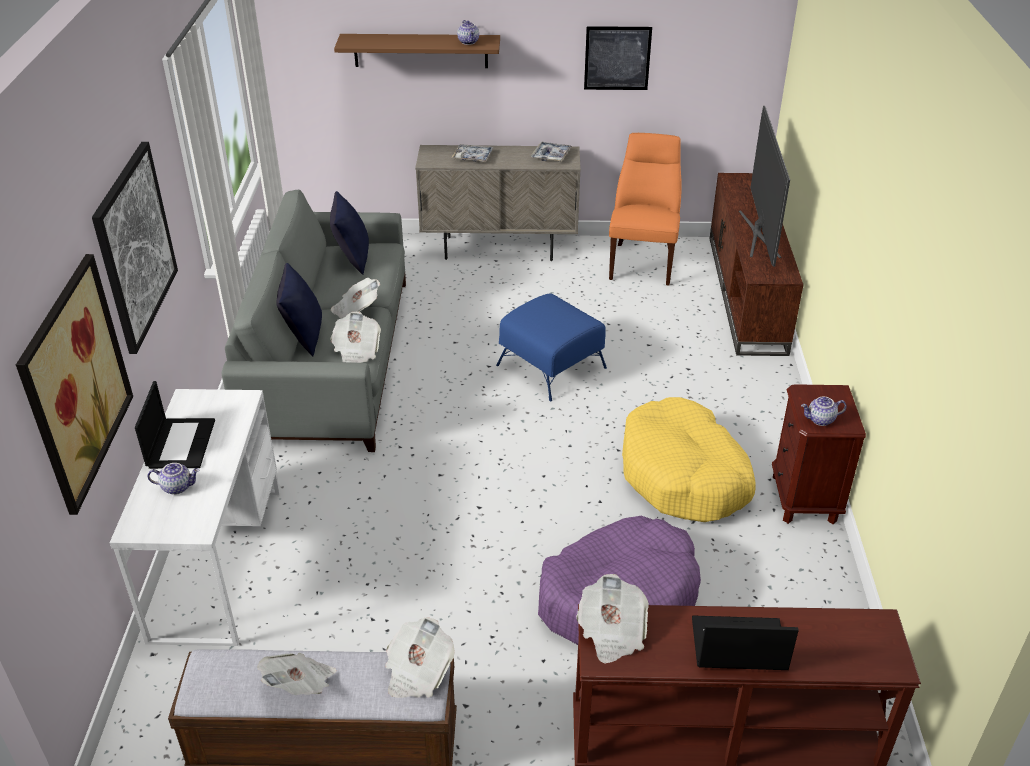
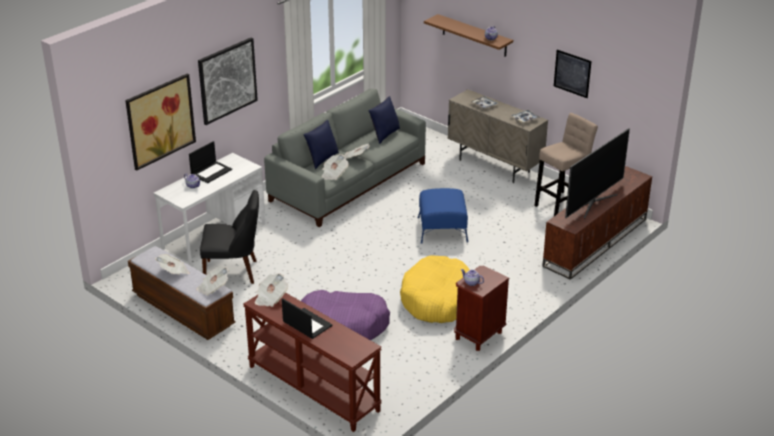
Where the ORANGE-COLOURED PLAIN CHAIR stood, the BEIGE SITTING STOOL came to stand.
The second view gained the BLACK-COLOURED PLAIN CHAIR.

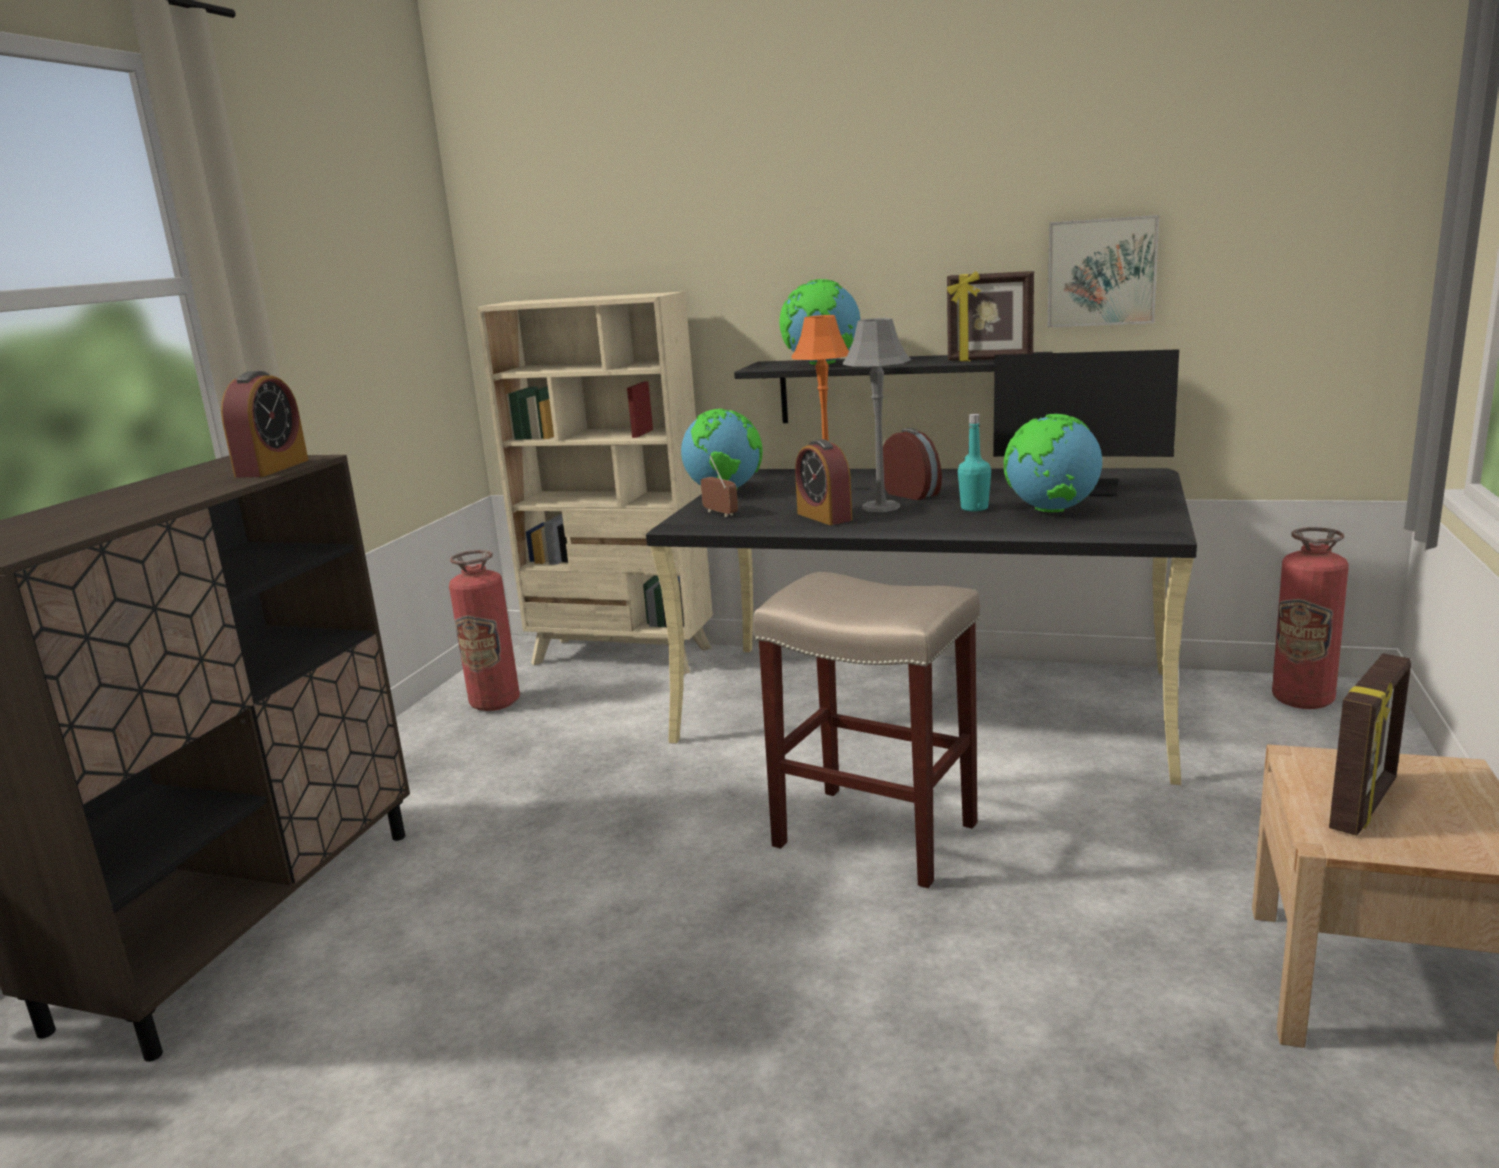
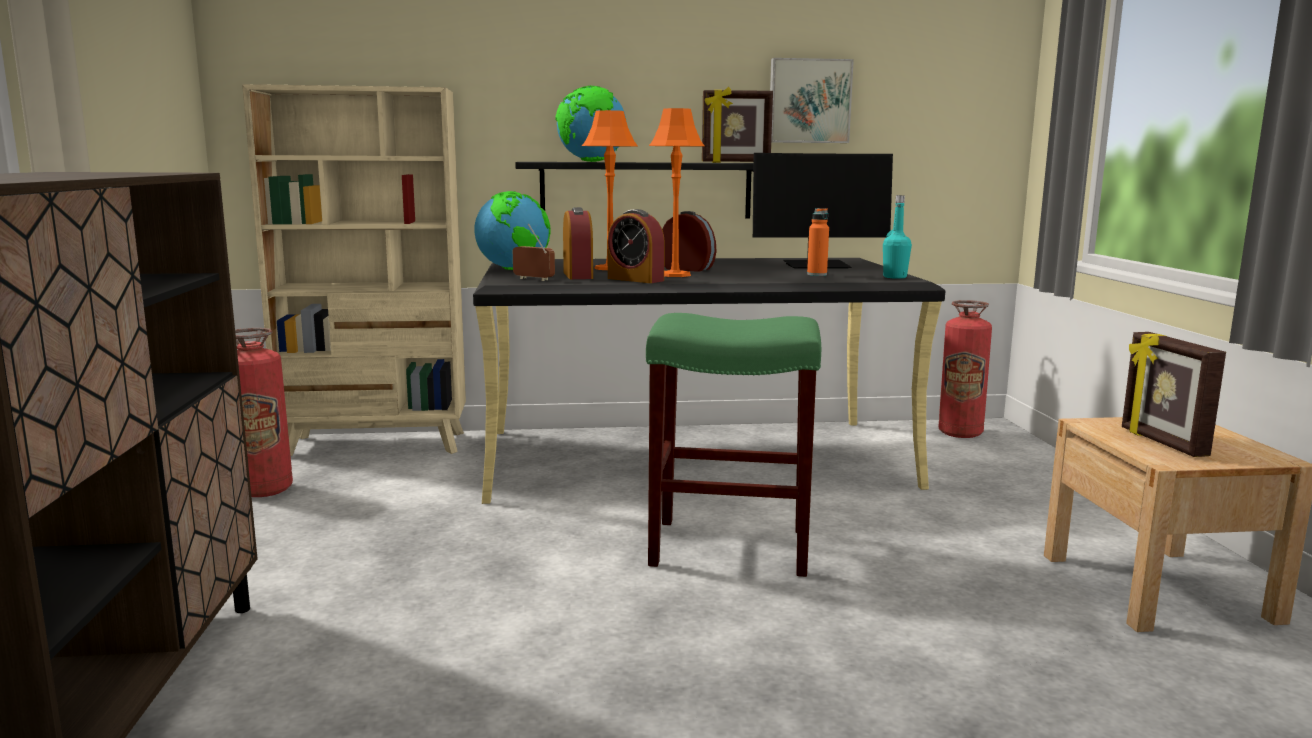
The TABLE CLOCK (no. 1 from left) ended up elsewhere.
What was the BEIGE SITTING STOOL turned into the GREEN-COLOURED SITTING STOOL.
What was the GREY TABLETOP LAMP turned into the ORANGE-COLOURED TABLETOP LAMP (no. 2 from left).
The TURQUOISE-COLOURED BEVERAGE BOTTLE ended up elsewhere.
Where the DESK GLOBE (no. 3 from left) stood, the ORANGE-COLOURED BEVERAGE BOTTLE came to stand.
The PICTURE FRAME (no. 2 from left) ended up facing another way, 150 degrees clockwise from before.

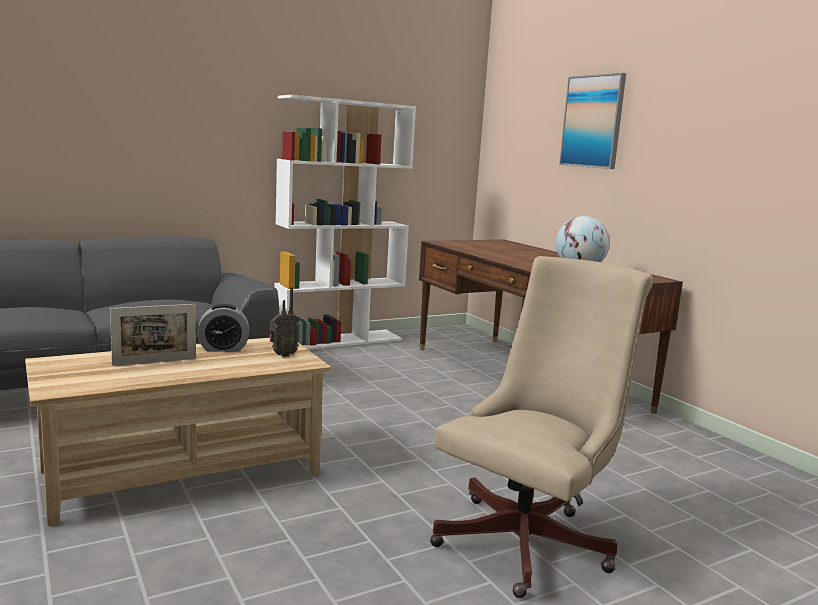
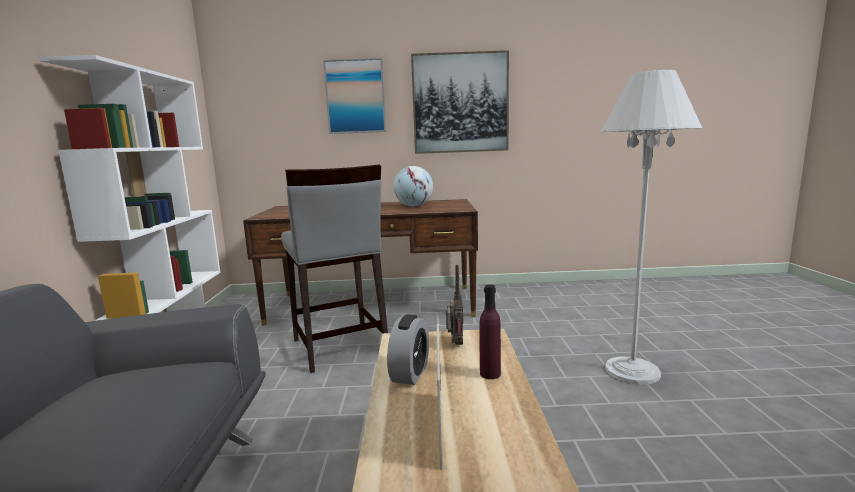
Where the BEIGE OFFICE CHAIR stood, the WHITE FLOOR LAMP came to stand.
The second view gained the GREY SITTING STOOL.
The second view gained the PICTURE (no. 2 from left).
The second view gained the PURPLE BEVERAGE BOTTLE.

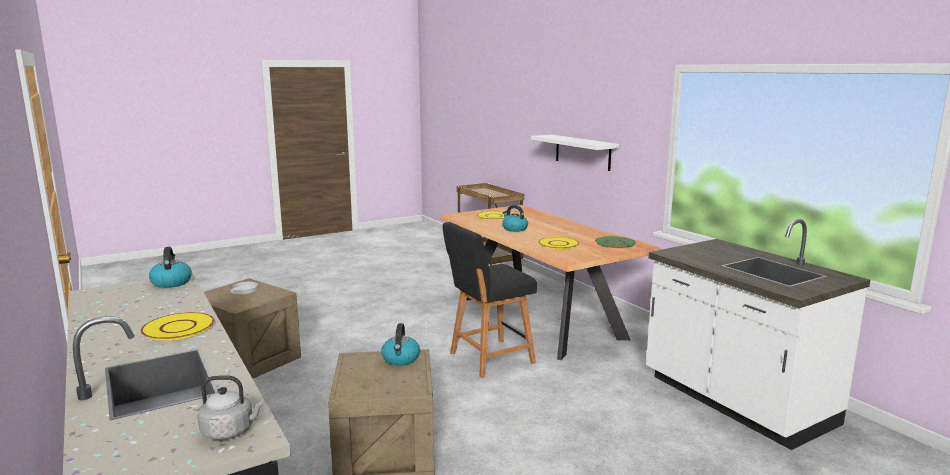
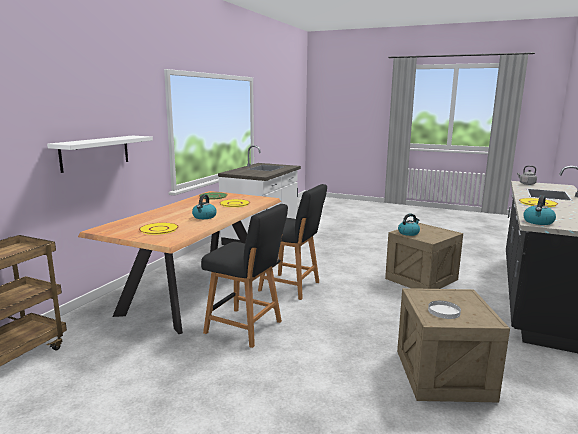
The second view gained the BLACK-COLOURED SITTING STOOL (no. 1 from left).

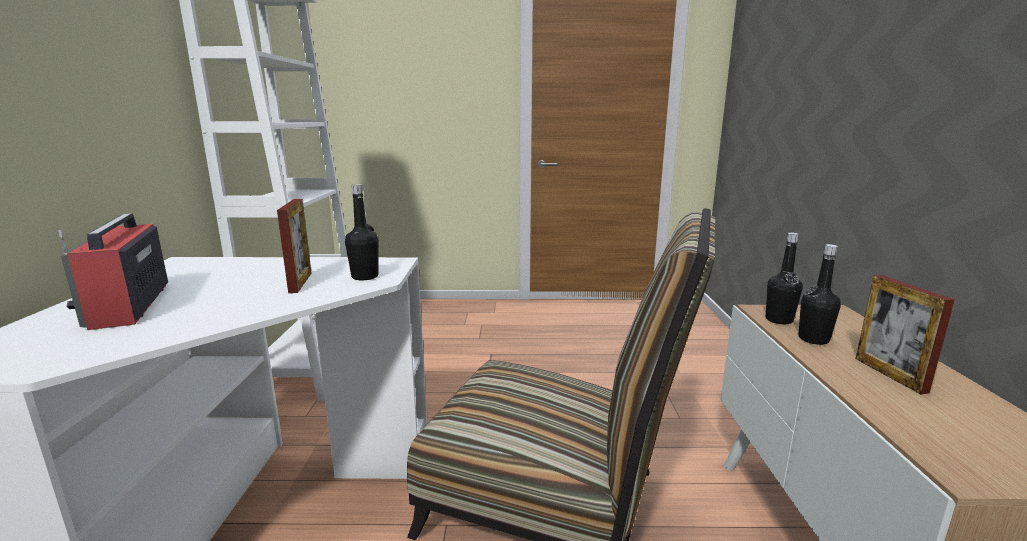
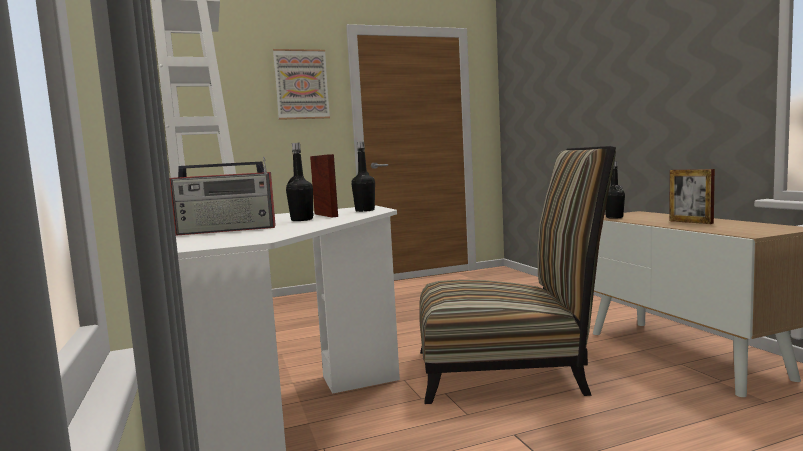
The RADIO SET ended up facing another way, 60 degrees counterclockwise from before.
The BLACK-COLOURED BEVERAGE BOTTLE (no. 3 from left in the first image) ended up elsewhere.
The second view gained the PICTURE.

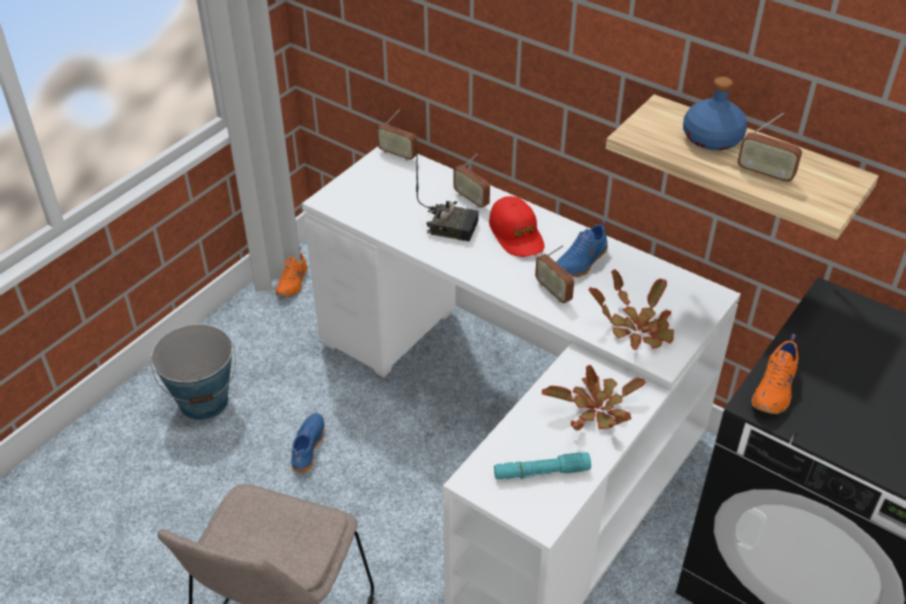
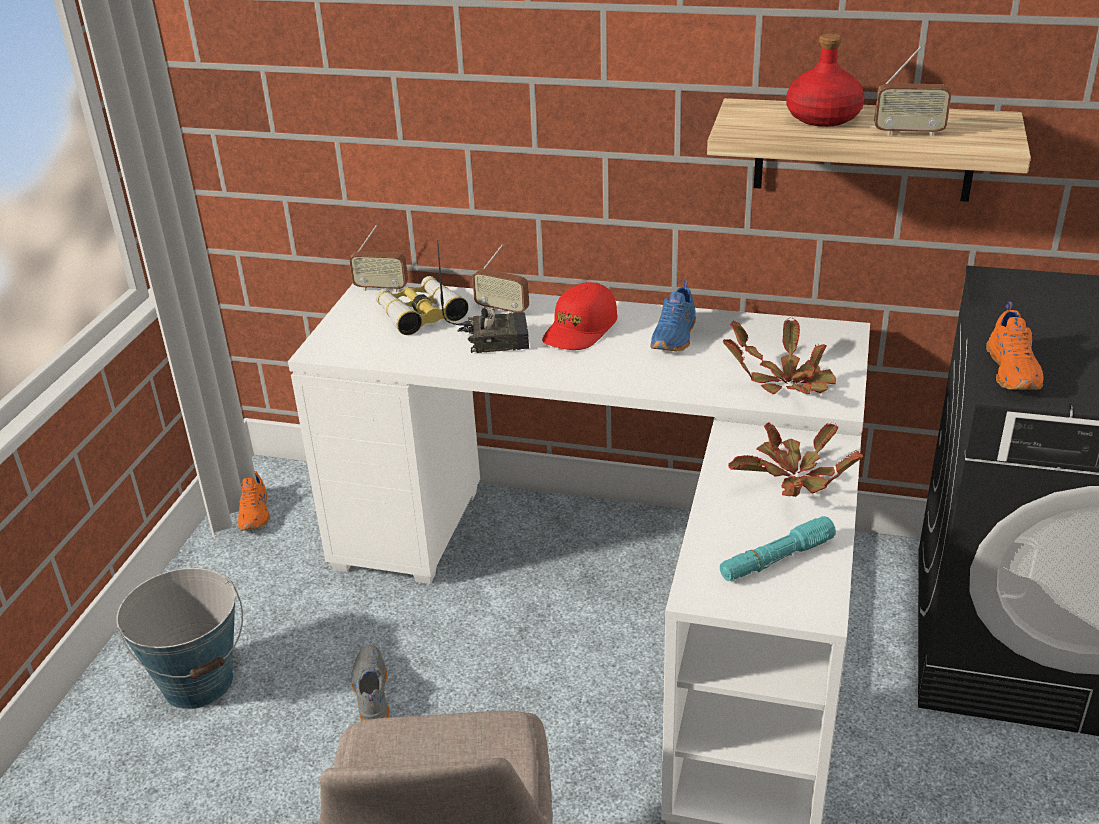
What was the BLUISH SHOE (no. 1 from left) turned into the GREY SHOE.
The REDDISH CAP ended up facing another way, 75 degrees clockwise from before.
The second view lost the RADIO SET (no. 4 from left).
What was the BLUISH BEVERAGE BOTTLE turned into the REDDISH BEVERAGE BOTTLE.
The second view gained the PAIR OF BINOCULARS.

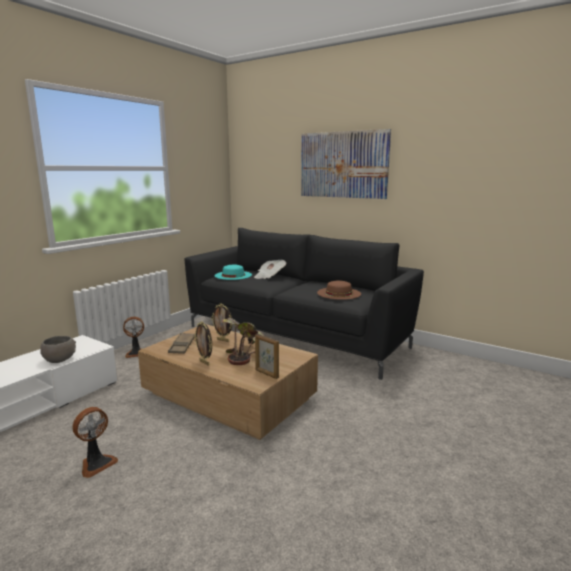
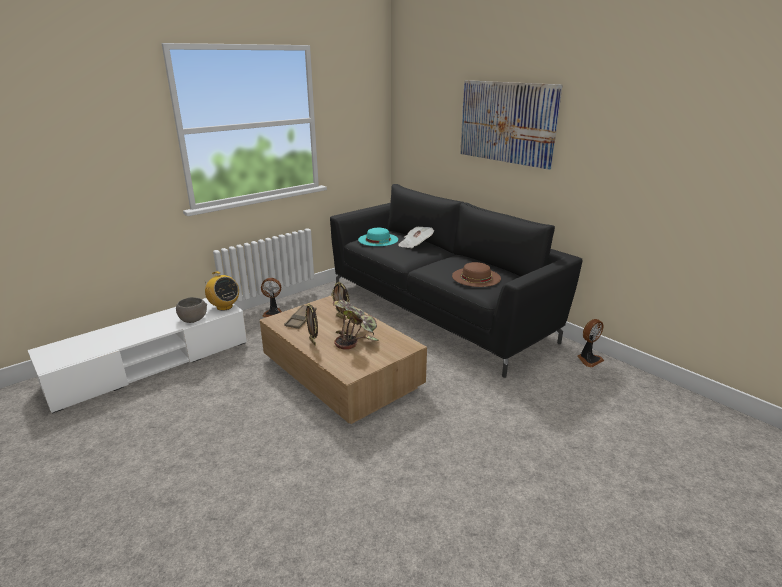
The FAN (no. 1 from left in the first image) ended up elsewhere.
The second view lost the PICTURE FRAME (no. 3 from left).
The second view gained the RADIO SET.

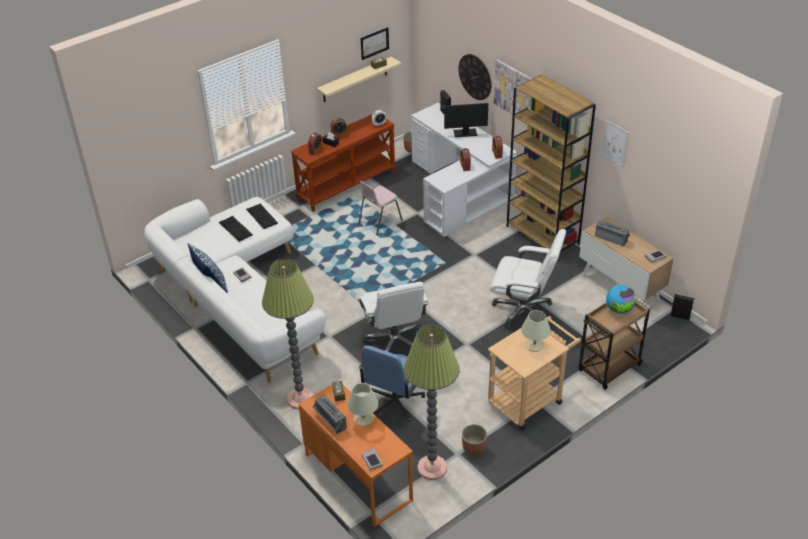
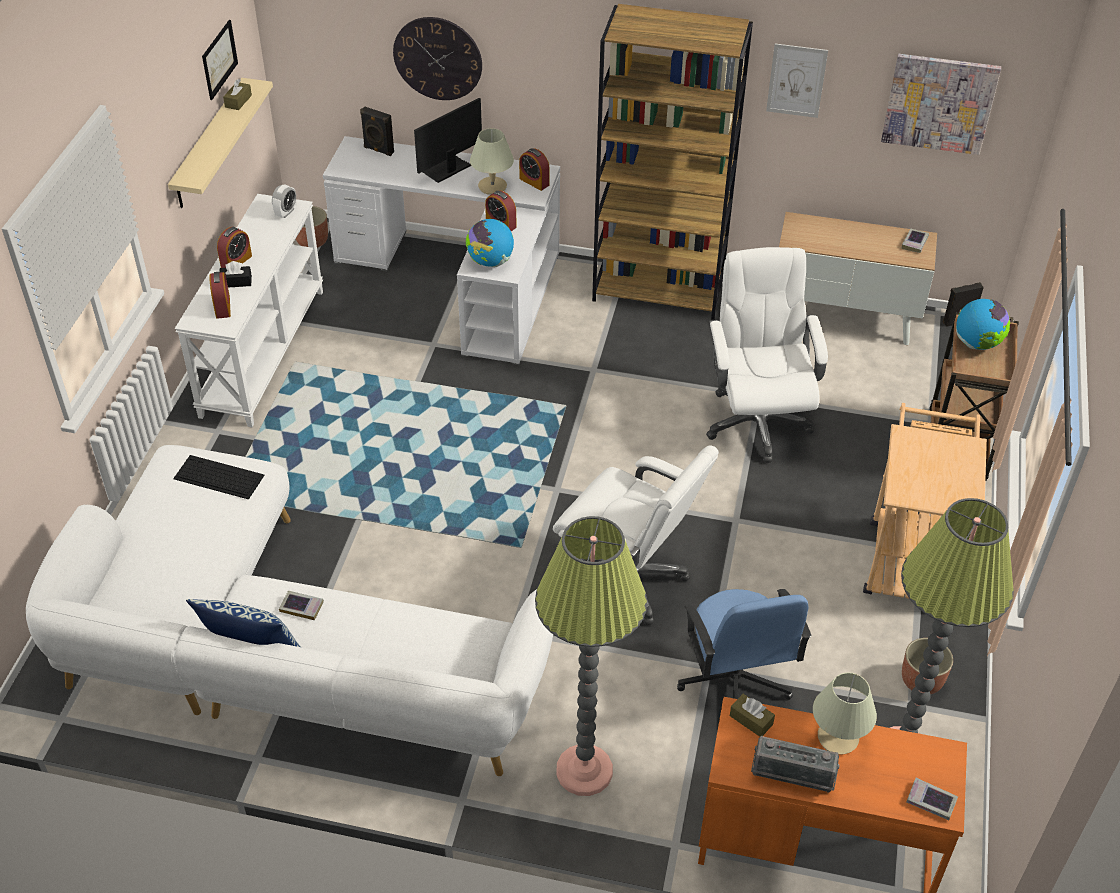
The second view lost the PC KEYBOARD (no. 1 from left).
What was the BROWN-COLOURED NARROW TABLE turned into the WHITE NARROW TABLE.
The second view lost the PINKISH PLAIN CHAIR.
The WHITE OFFICE CHAIR (no. 2 from left) ended up facing another way, 75 degrees counterclockwise from before.
The PICTURE (no. 2 from left in the first image) ended up elsewhere.
The BEIGE TABLETOP LAMP (no. 2 from left in the first image) ended up elsewhere.
The second view lost the RADIO SET (no. 2 from left).
The second view gained the DESK GLOBE (no. 1 from left).

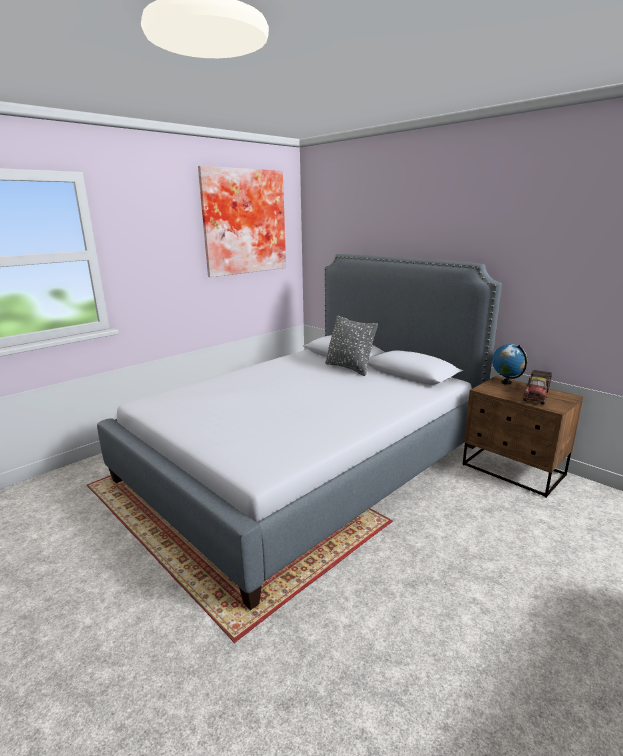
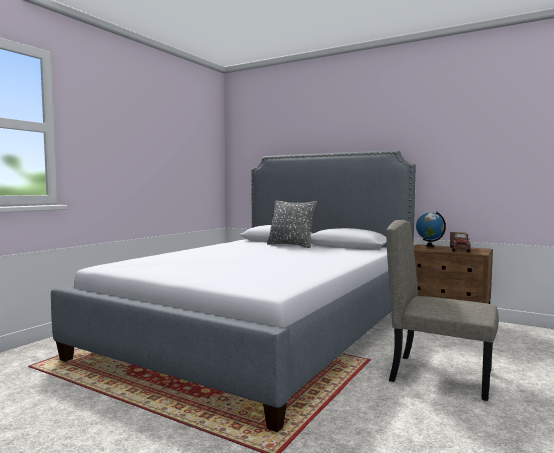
The second view lost the PICTURE.
The second view gained the BEIGE PLAIN CHAIR.

